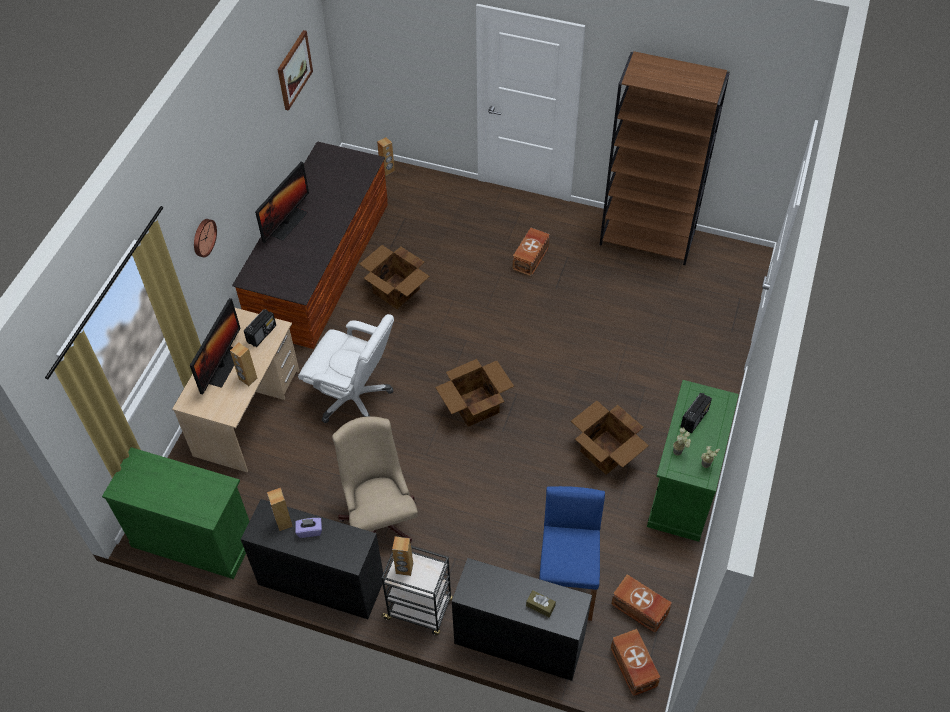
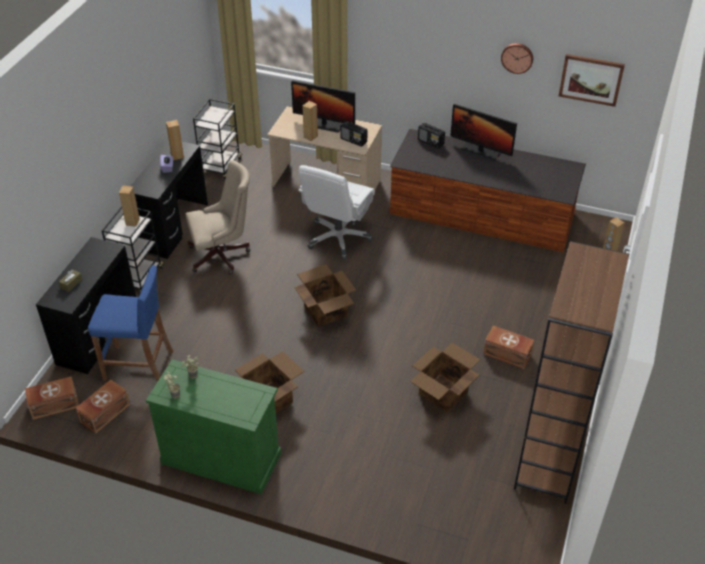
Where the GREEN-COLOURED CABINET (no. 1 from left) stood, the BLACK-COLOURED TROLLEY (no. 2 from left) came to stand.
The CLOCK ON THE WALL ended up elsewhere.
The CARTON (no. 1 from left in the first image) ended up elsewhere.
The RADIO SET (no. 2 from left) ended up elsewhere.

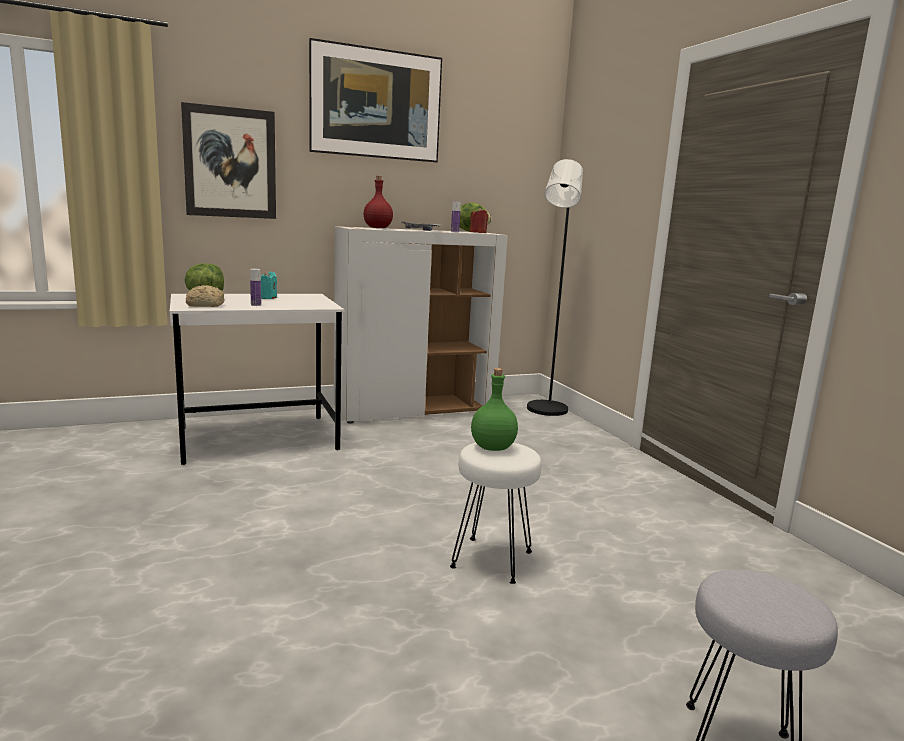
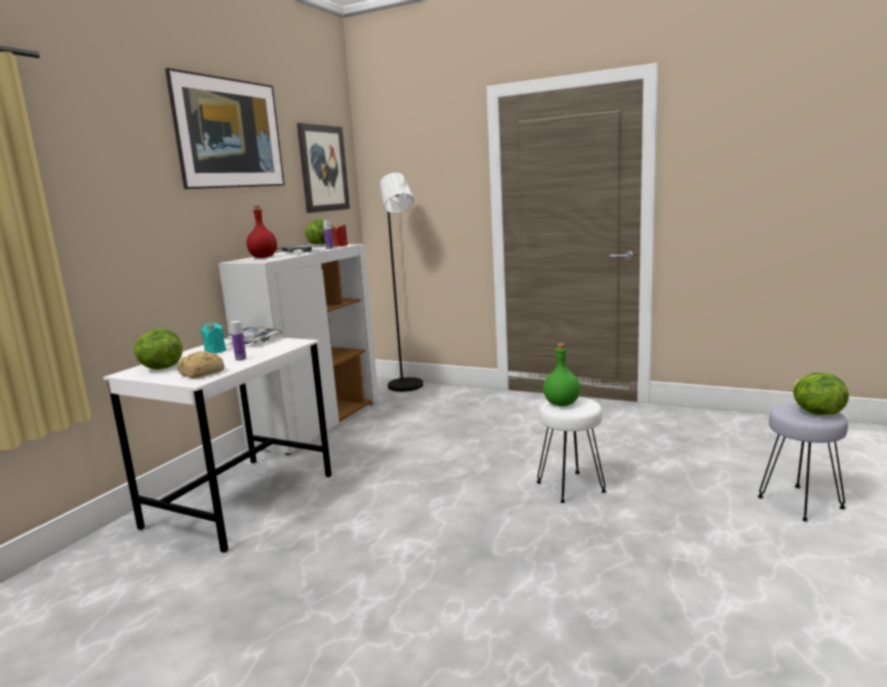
The PICTURE (no. 1 from left in the first image) ended up elsewhere.
The second view gained the CARRYING TRAY (no. 1 from left).
The second view gained the LETTUCE (no. 3 from left).

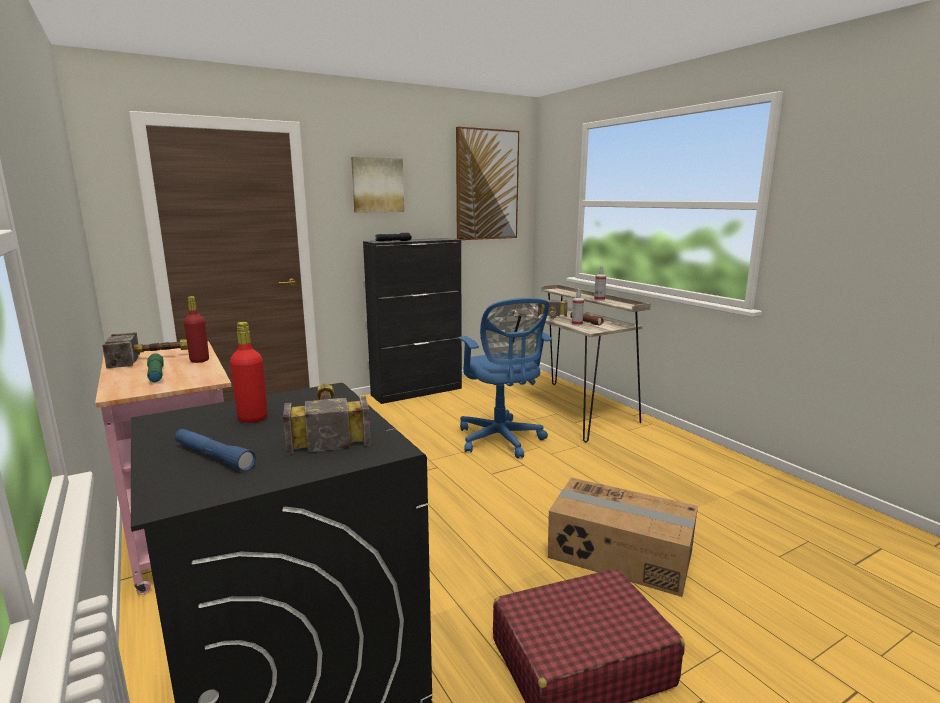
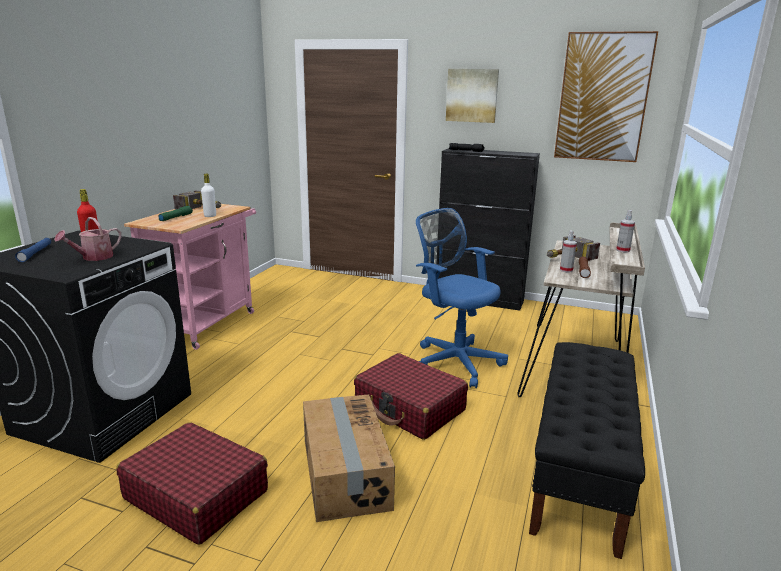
What was the REDDISH BEVERAGE BOTTLE (no. 1 from left) turned into the WHITE BEVERAGE BOTTLE.
Where the HAND HAMMER (no. 2 from left) stood, the WATERING POT came to stand.
The BLUISH OFFICE CHAIR ended up facing another way, 105 degrees clockwise from before.
The second view gained the REDDISH PIECE OF LUGGAGE (no. 2 from left).
The second view gained the BLACK-COLOURED LONG SEAT.

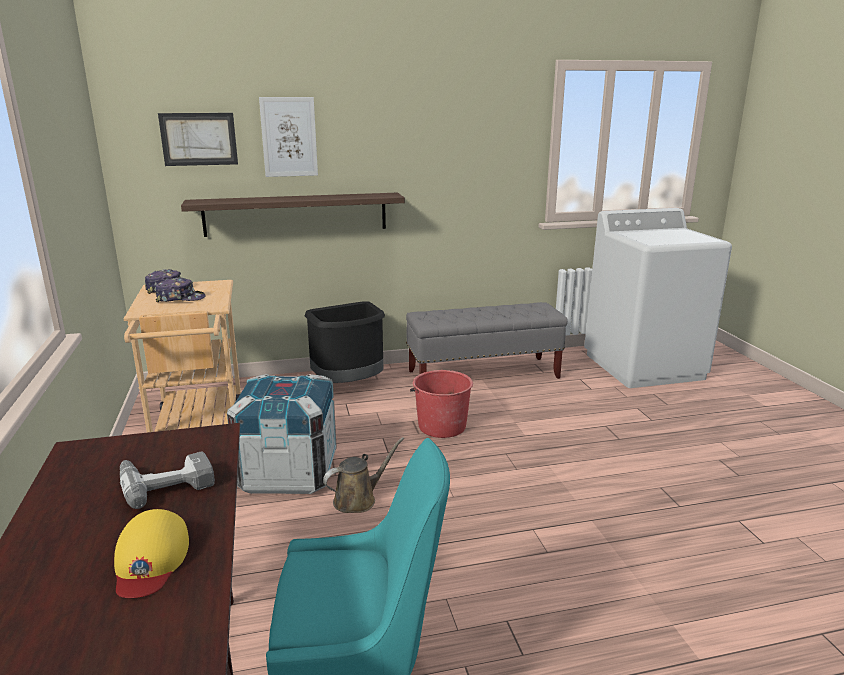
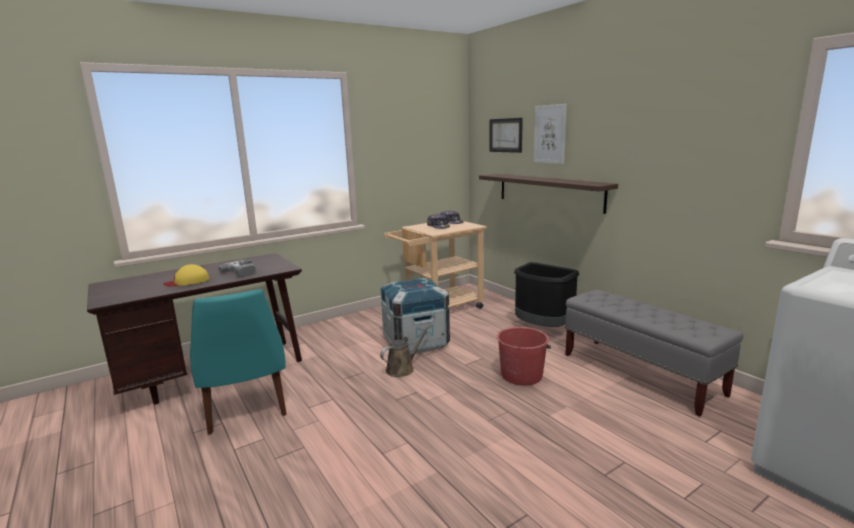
The BROWN-COLOURED WATERING POT ended up facing another way, 75 degrees counterclockwise from before.

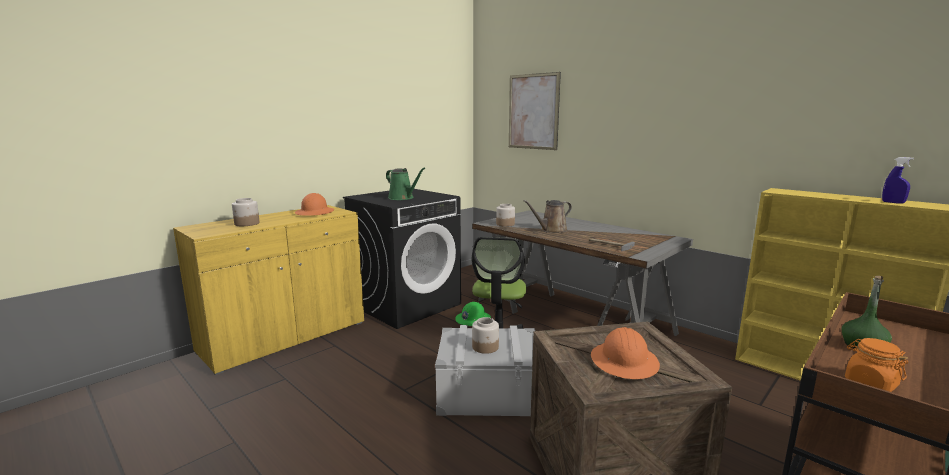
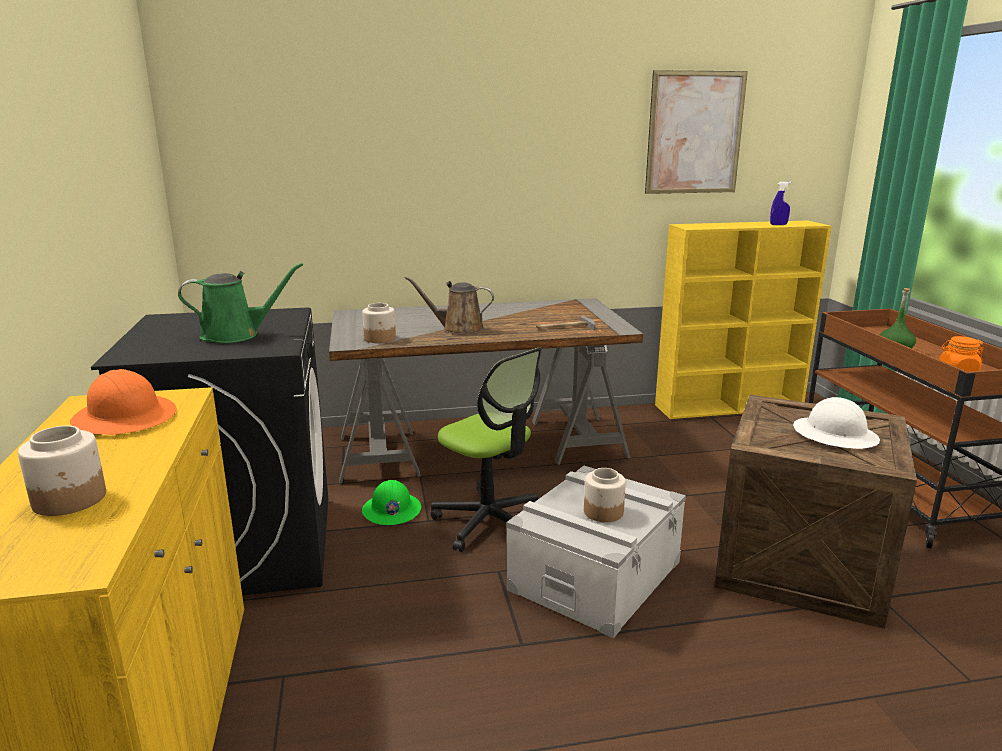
The PICTURE ended up elsewhere.
The BROWN-COLOURED WATERING POT ended up facing another way, 90 degrees clockwise from before.
What was the ORANGE-COLOURED WORK HELMET (no. 2 from left) turned into the WHITE WORK HELMET.

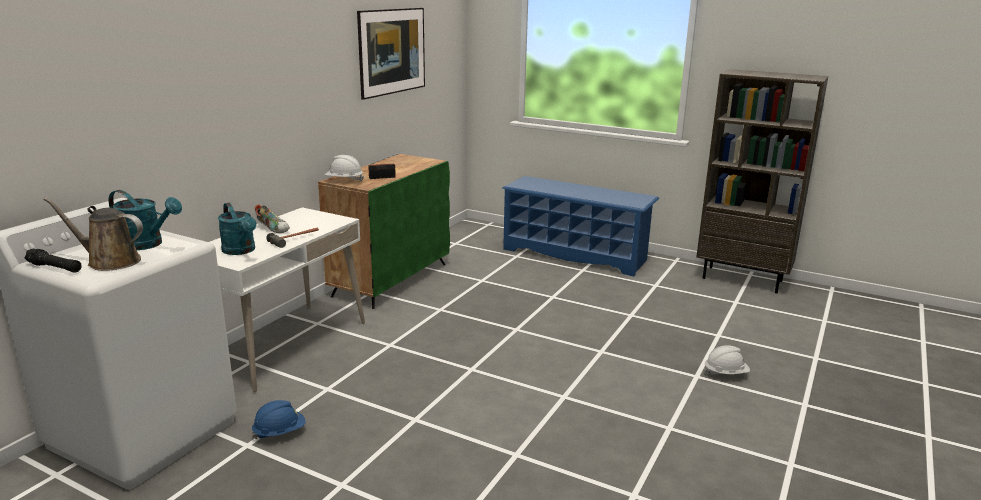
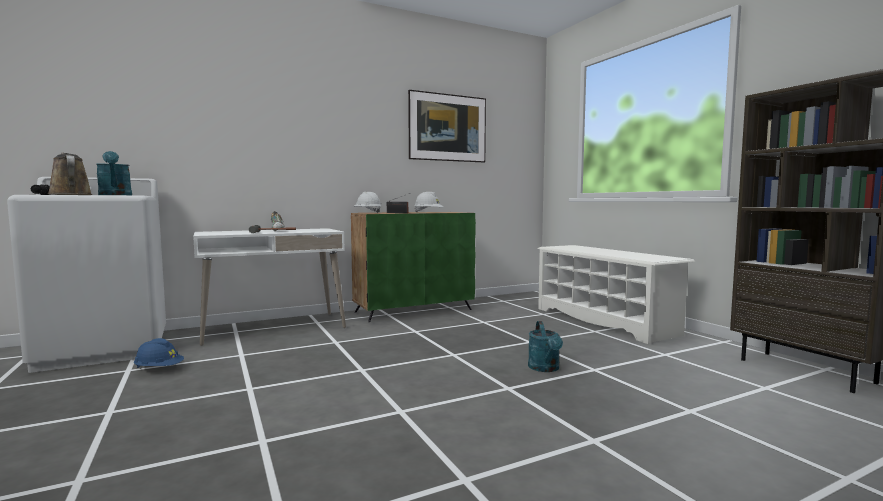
The TURQUOISE-COLOURED WATERING POT (no. 2 from left) ended up elsewhere.
What was the BLUISH SHOE RACK turned into the WHITE SHOE RACK.
The WHITE WORK HELMET (no. 2 from left) ended up elsewhere.

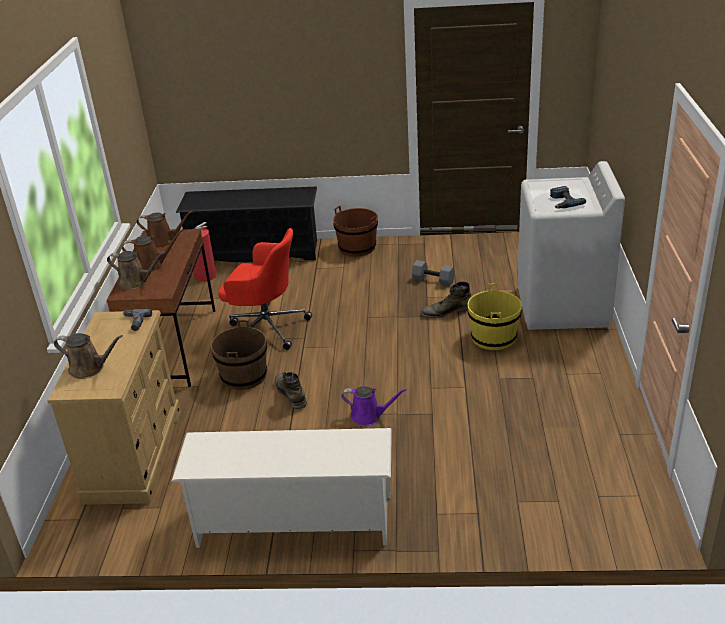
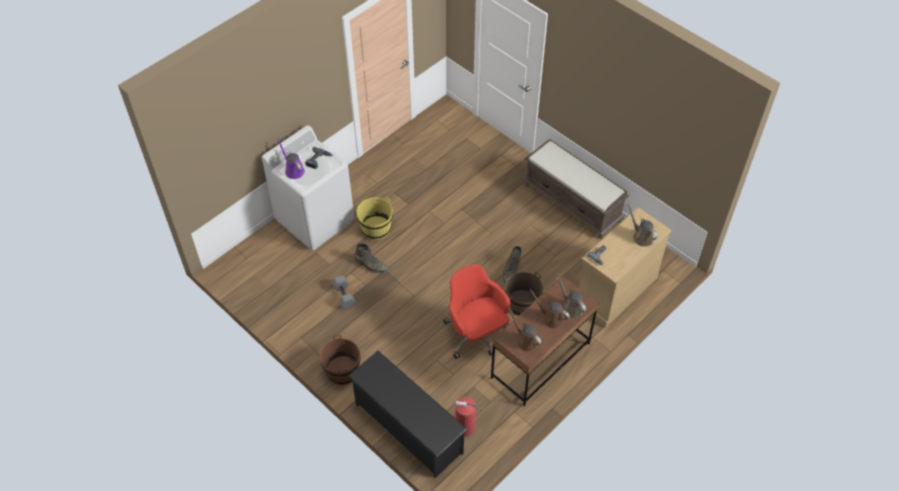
Where the WHITE SHOE RACK stood, the BROWN-COLOURED LONG SEAT came to stand.
The PURPLE WATERING POT ended up elsewhere.

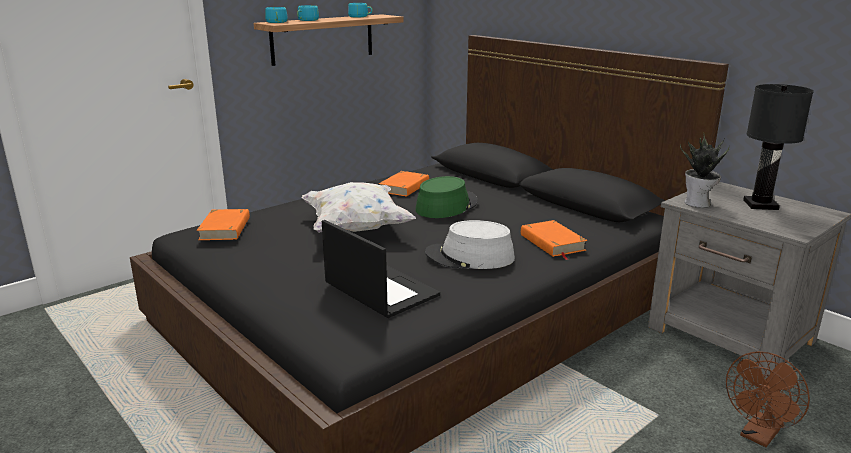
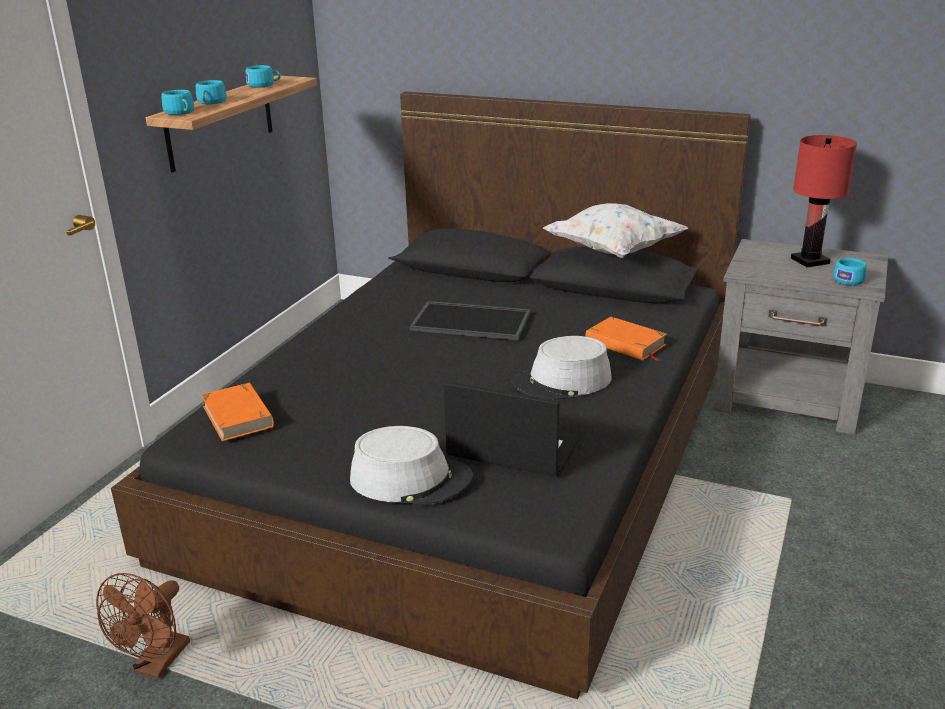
The WHITE THROW PILLOW ended up elsewhere.
The second view lost the ORANGE-COLOURED VOLUME (no. 2 from left).
Where the GREEN-COLOURED WEARABLE HAT stood, the CARRYING TRAY came to stand.
The second view lost the HOUSEPLANT.
The BROWN-COLOURED FAN ended up elsewhere.
What was the BLACK-COLOURED TABLETOP LAMP turned into the REDDISH TABLETOP LAMP.
The second view gained the GREY WEARABLE HAT (no. 1 from left).
The second view gained the TURQUOISE-COLOURED CUP (no. 4 from left).

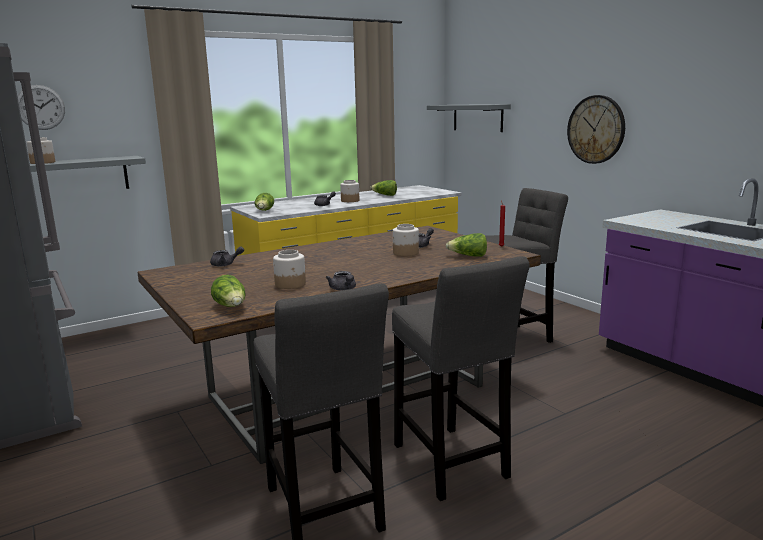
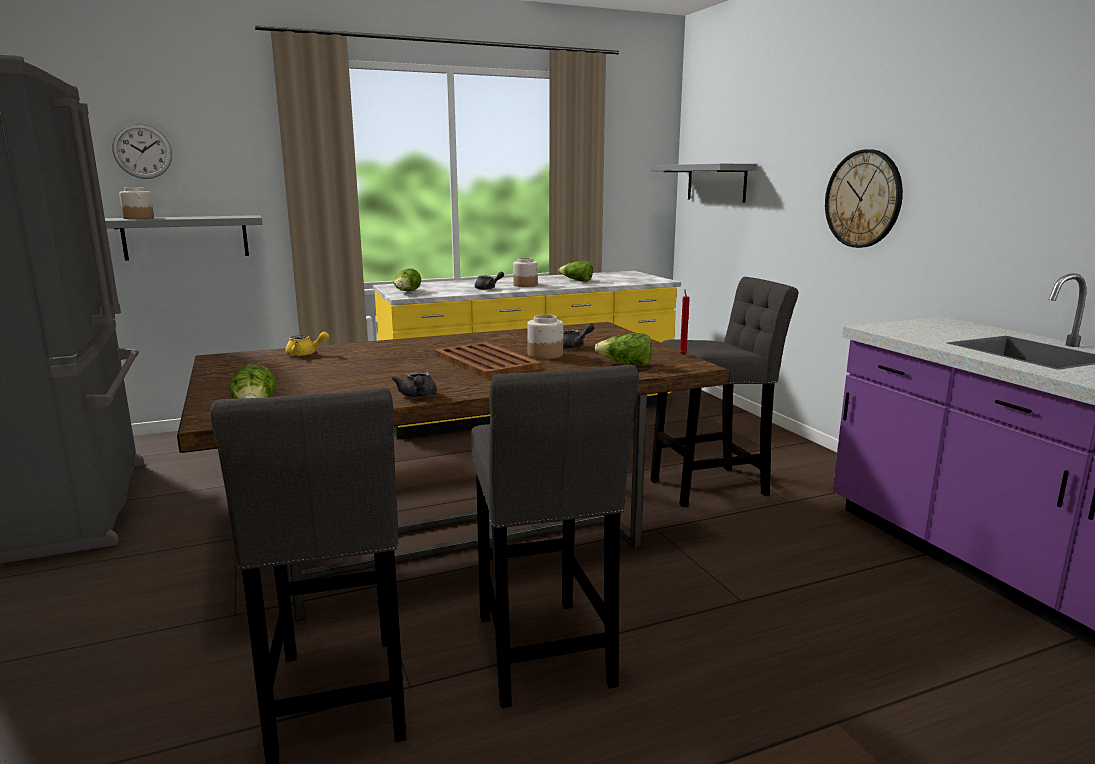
What was the GREY POT FOR TEA (no. 1 from left) turned into the YELLOW-COLOURED POT FOR TEA.
The second view lost the PRESERVE JAR (no. 2 from left).
The second view gained the BROWN-COLOURED CARRYING TRAY.

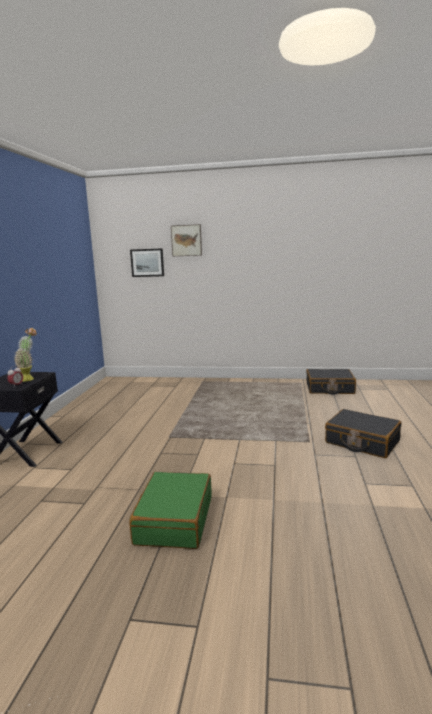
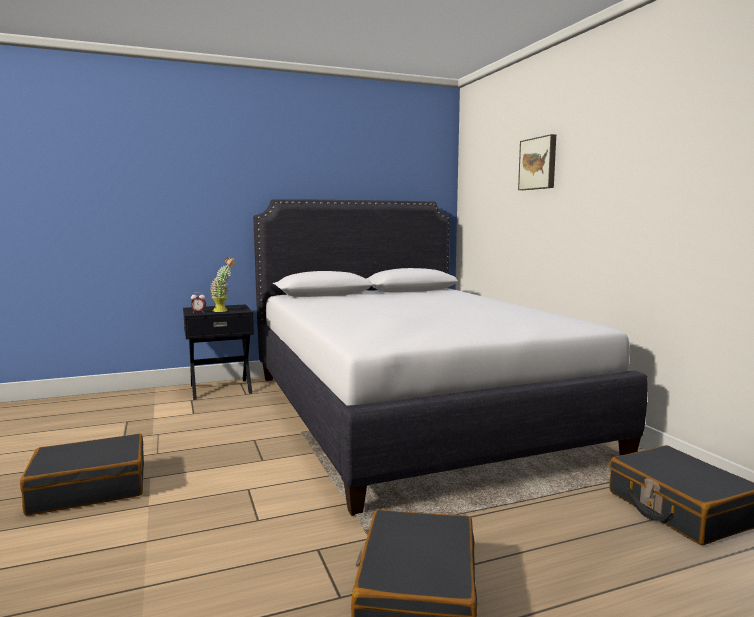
What was the GREEN-COLOURED PIECE OF LUGGAGE turned into the BLACK-COLOURED PIECE OF LUGGAGE (no. 1 from left).
The second view lost the PICTURE (no. 1 from left).
The second view gained the WHITE BED.

